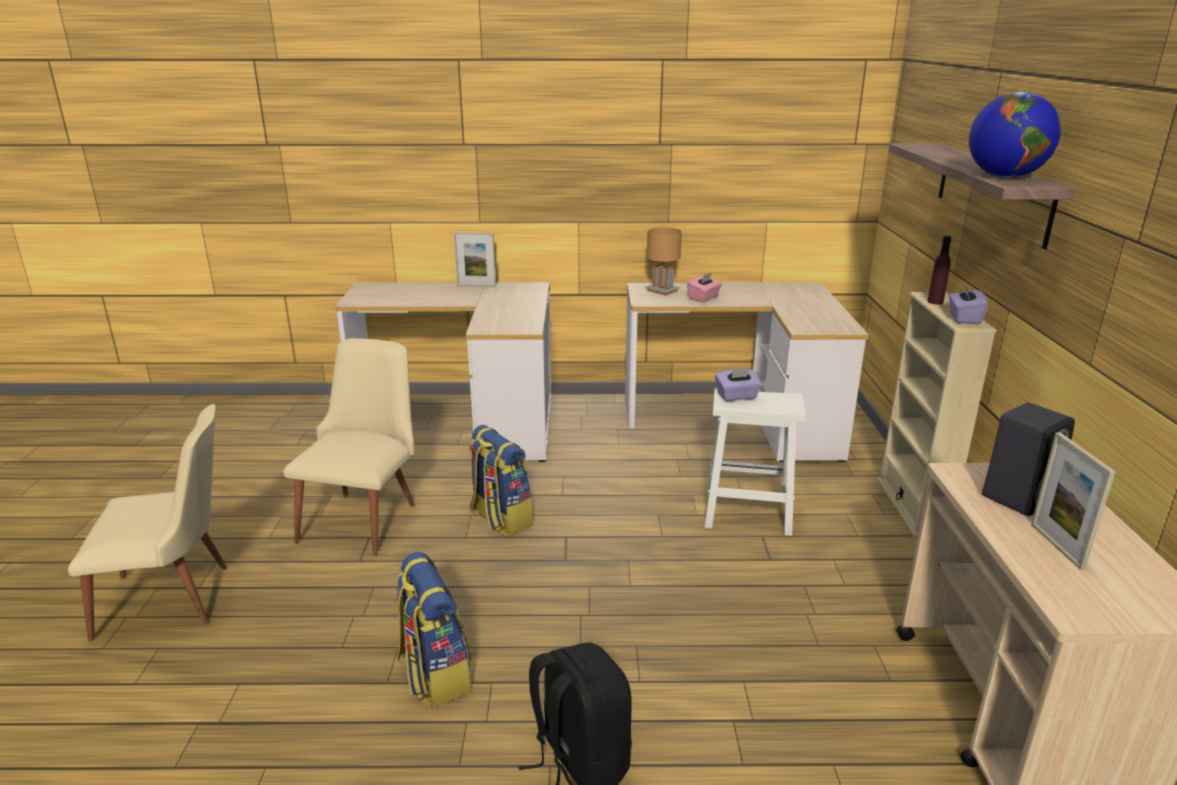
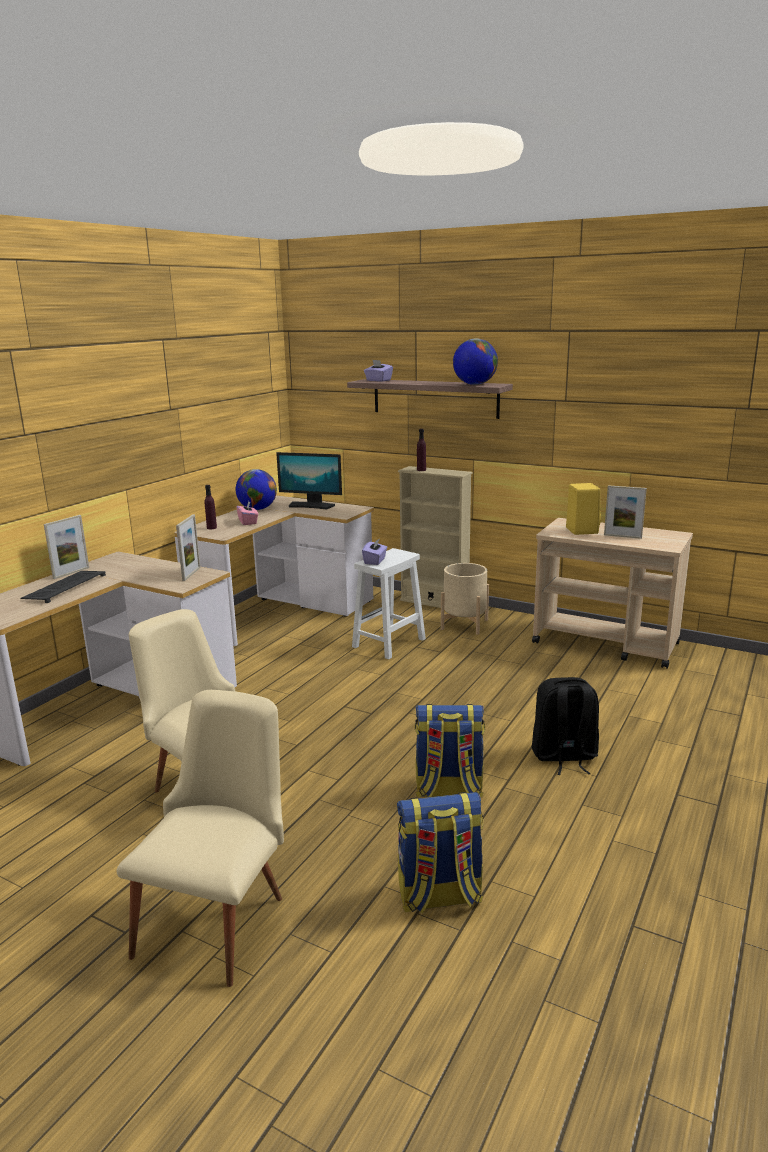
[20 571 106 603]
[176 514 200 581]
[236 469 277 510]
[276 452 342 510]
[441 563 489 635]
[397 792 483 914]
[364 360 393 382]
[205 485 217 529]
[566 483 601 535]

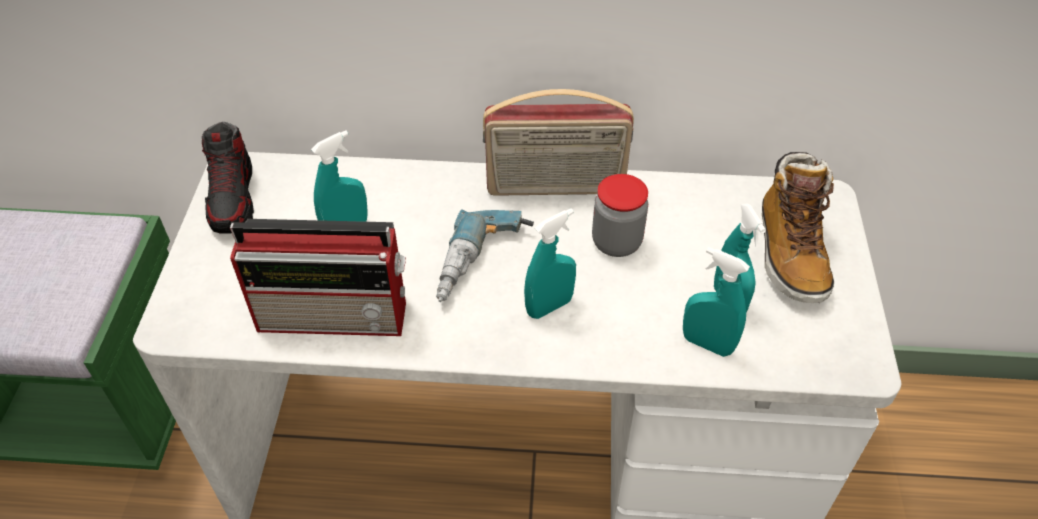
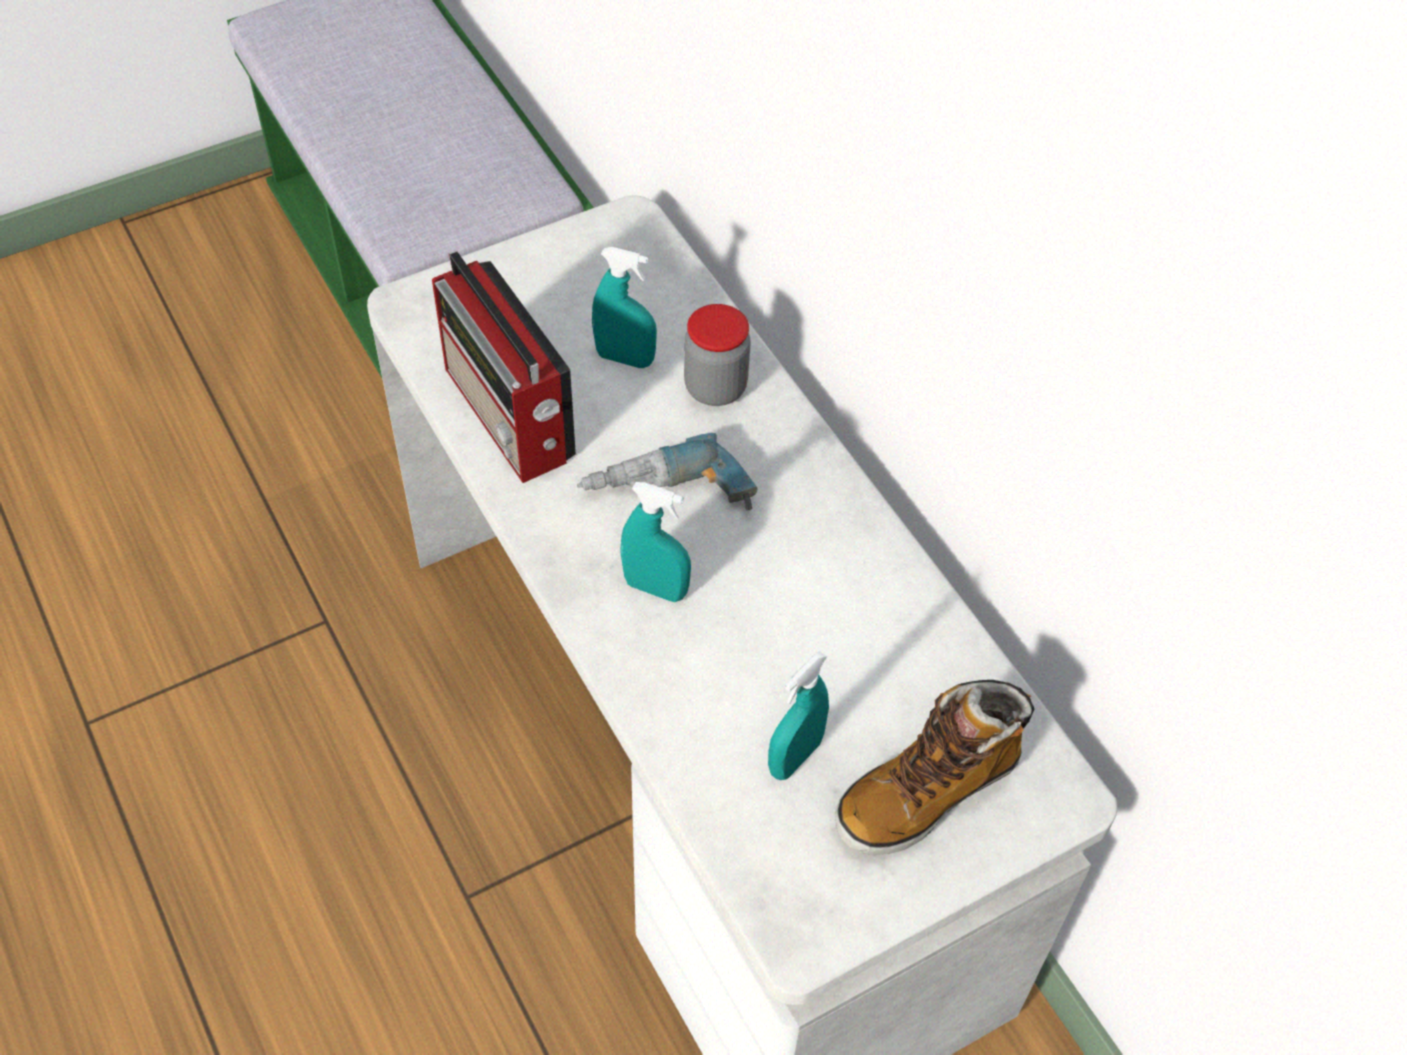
[202 122 254 234] (first image)
[483 89 634 196] (first image)
[683 247 750 357] (first image)
[684 304 751 406]

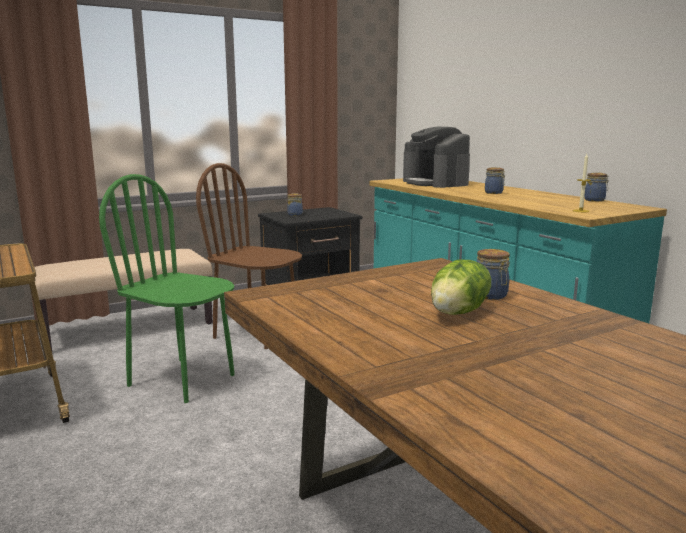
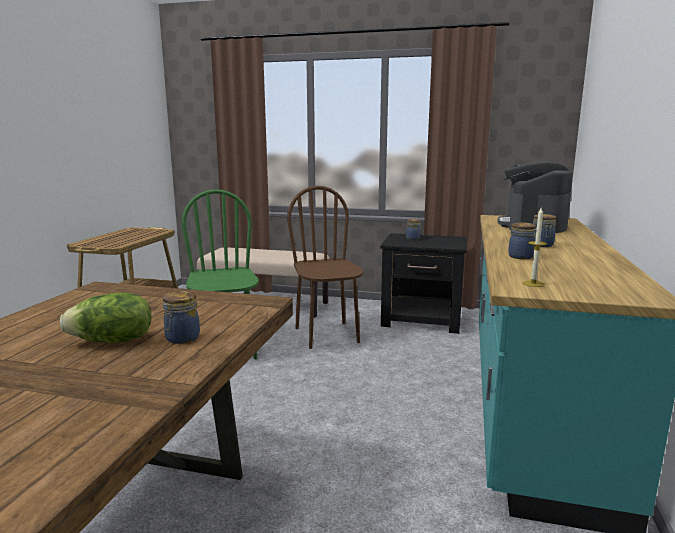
[508 222 537 259]

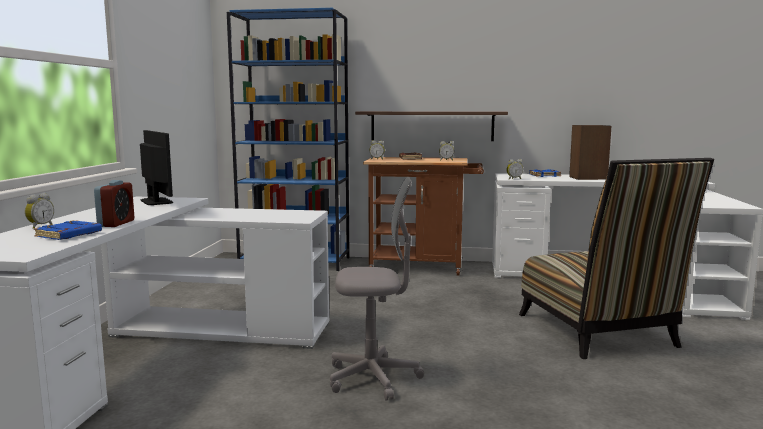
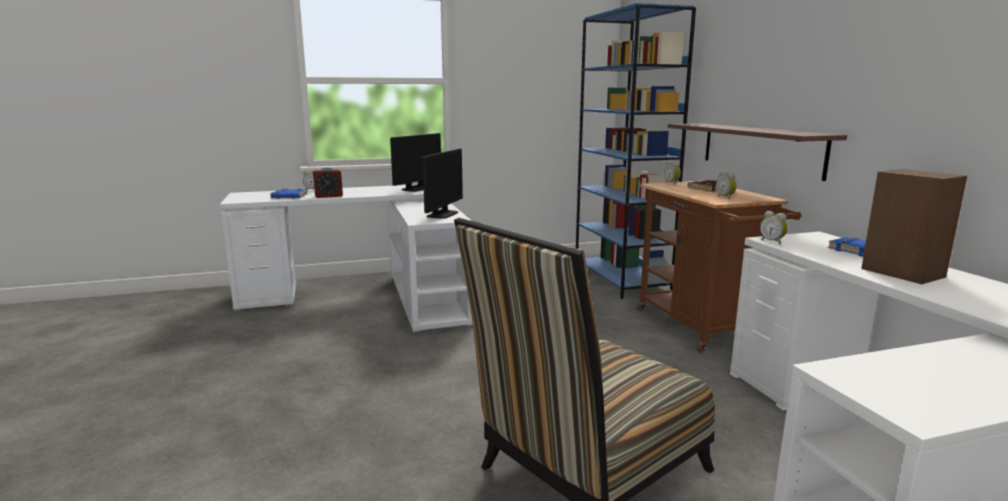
[330 177 424 401] (first image)
[422 149 463 219]

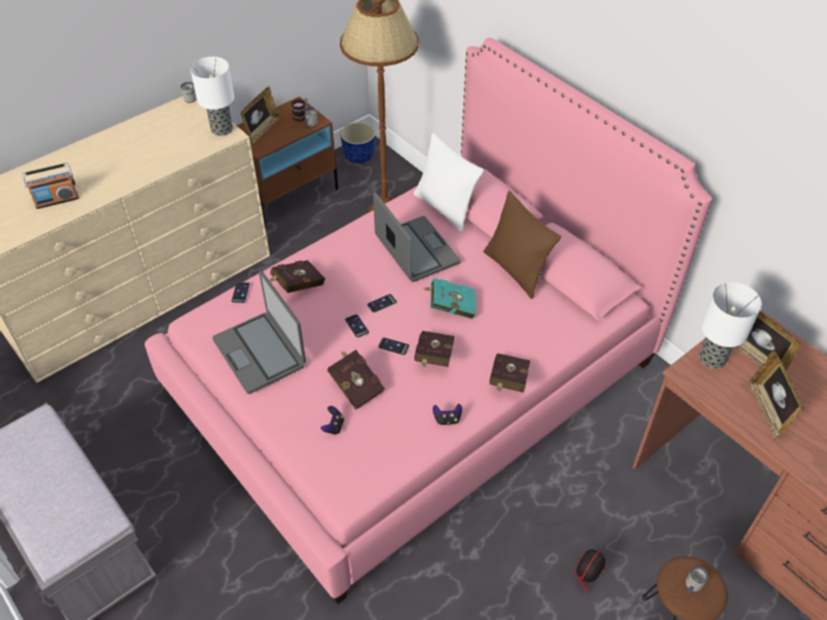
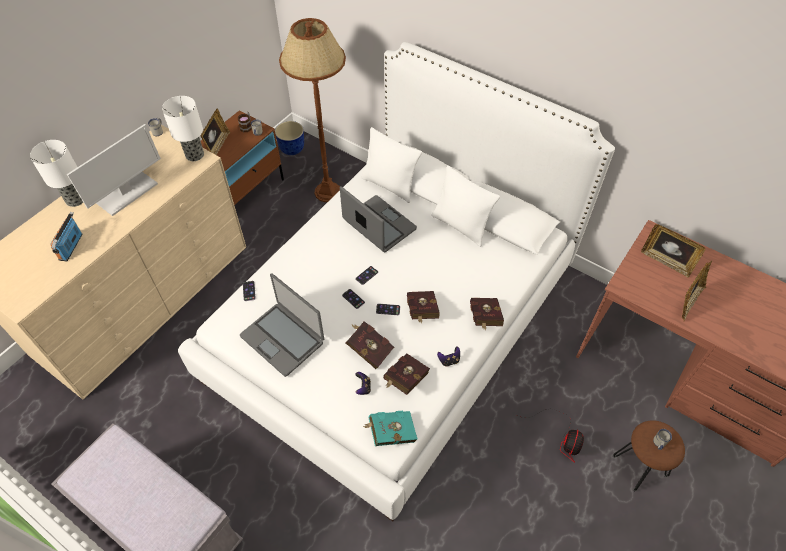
[67 124 161 216]
[383 353 430 395]
[363 411 417 446]
[30 140 83 207]
[178 42 615 521]
[431 165 500 247]
[50 212 83 261]
[682 261 712 322]

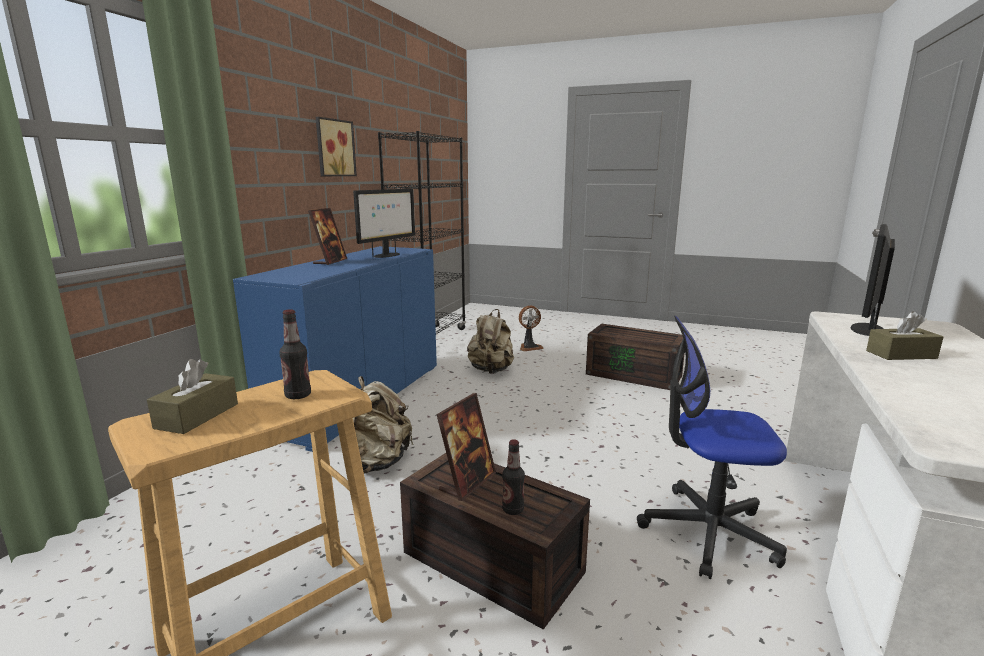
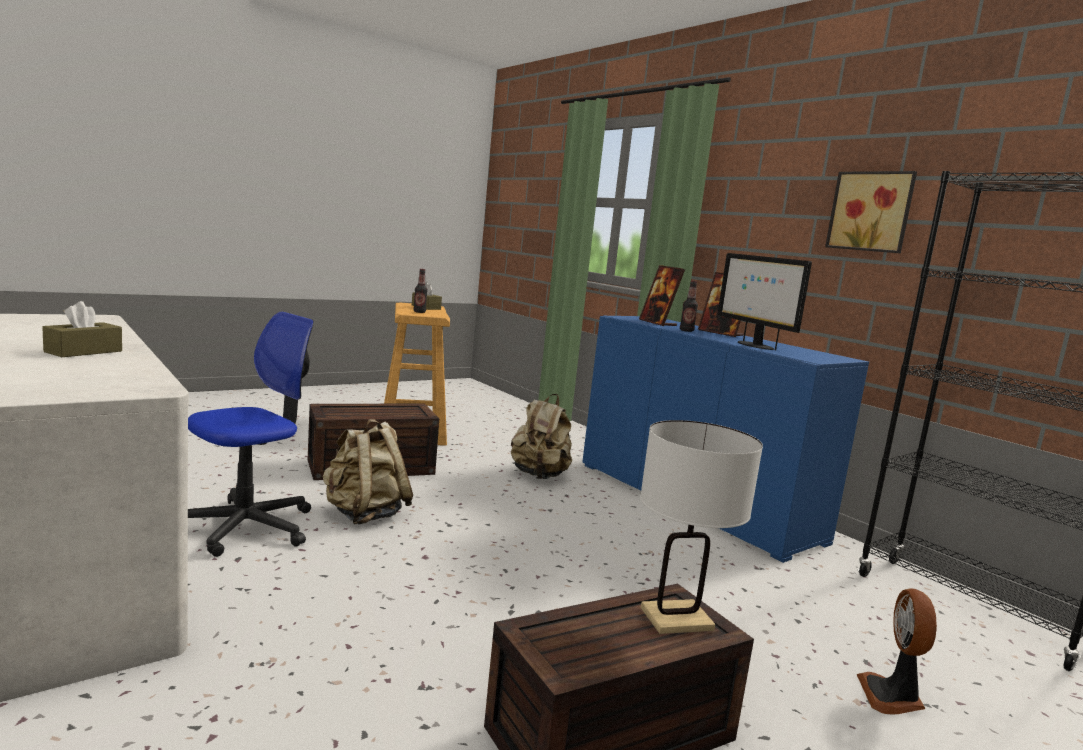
[851 224 895 336] (first image)
[640 420 763 634]
[639 265 685 326]
[323 419 413 525]
[680 280 698 332]

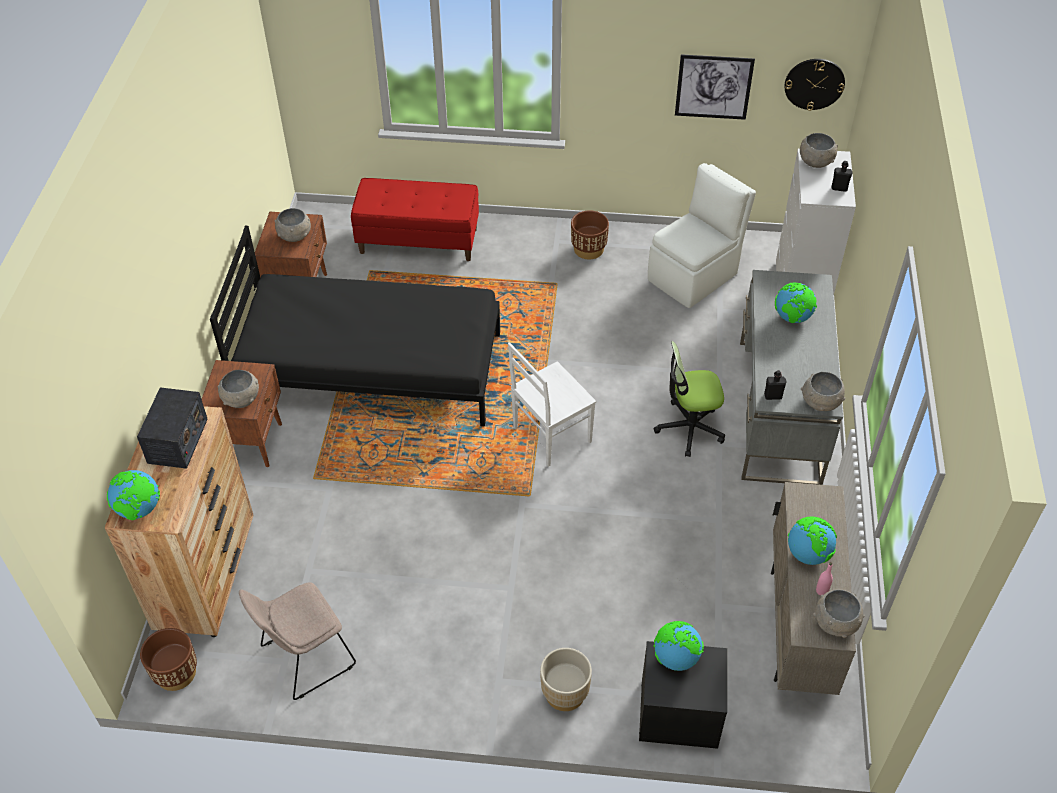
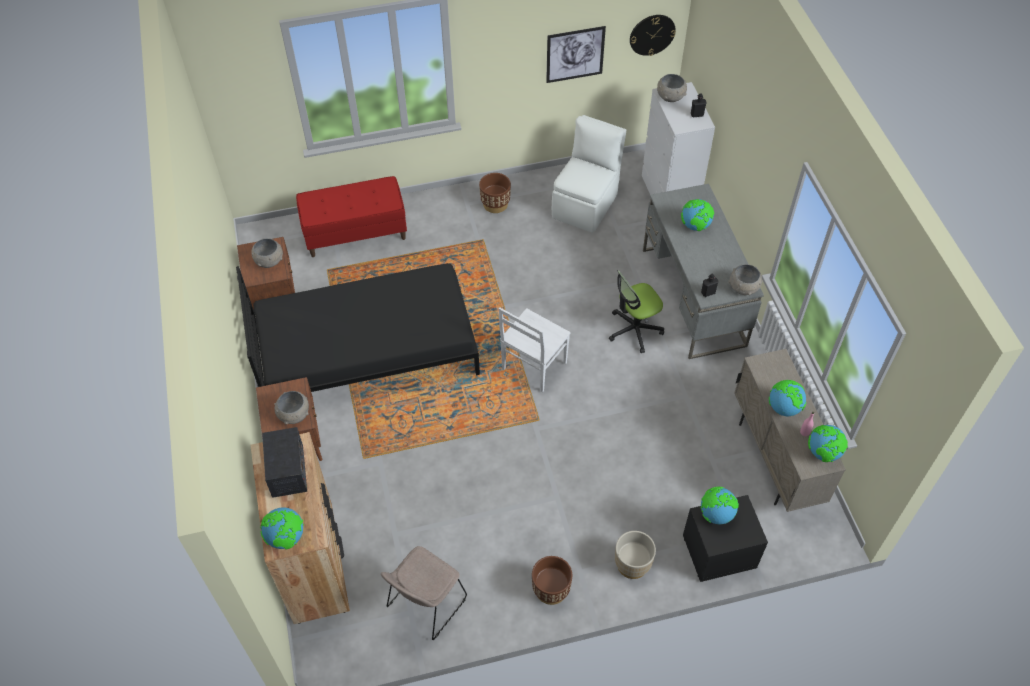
[532 556 572 605]
[808 425 848 462]

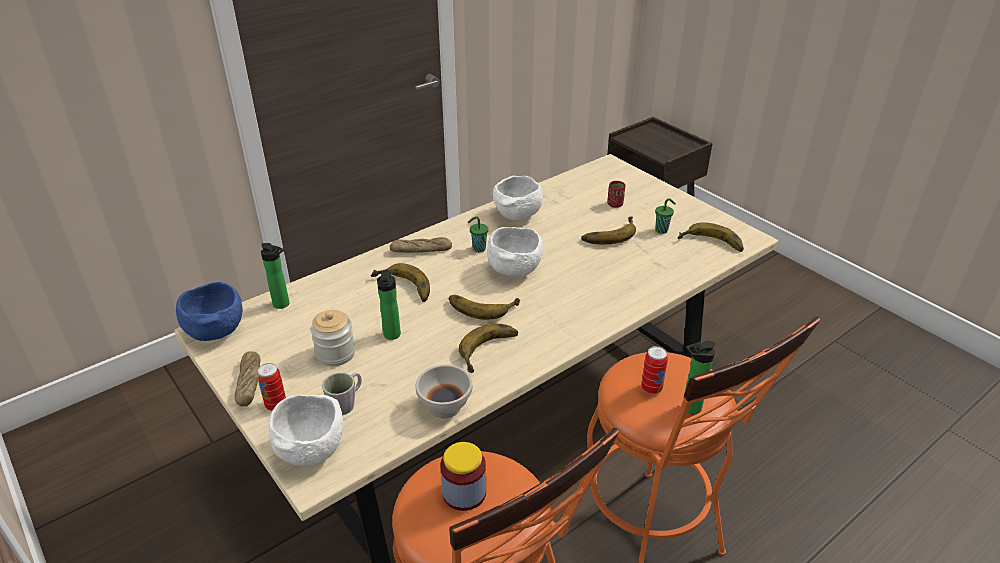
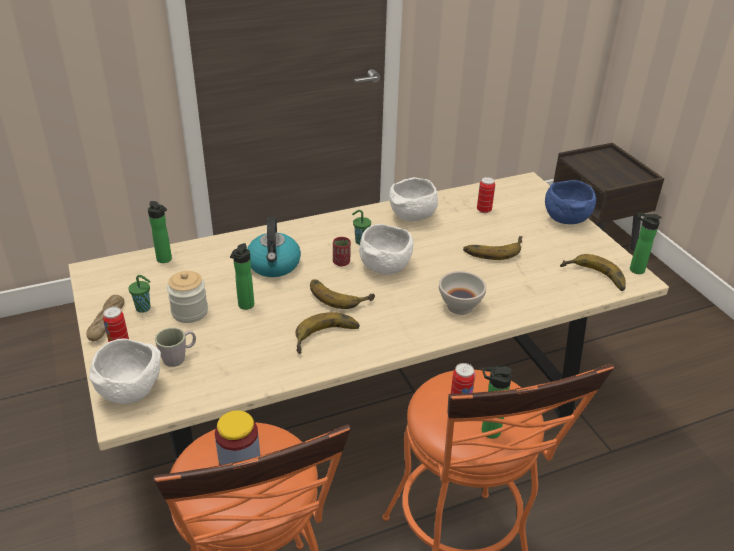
[390 237 452 253] (first image)
[477 177 495 213]
[630 212 662 274]
[545 180 596 224]
[439 271 486 315]
[333 237 351 266]
[128 275 151 313]
[247 217 301 277]

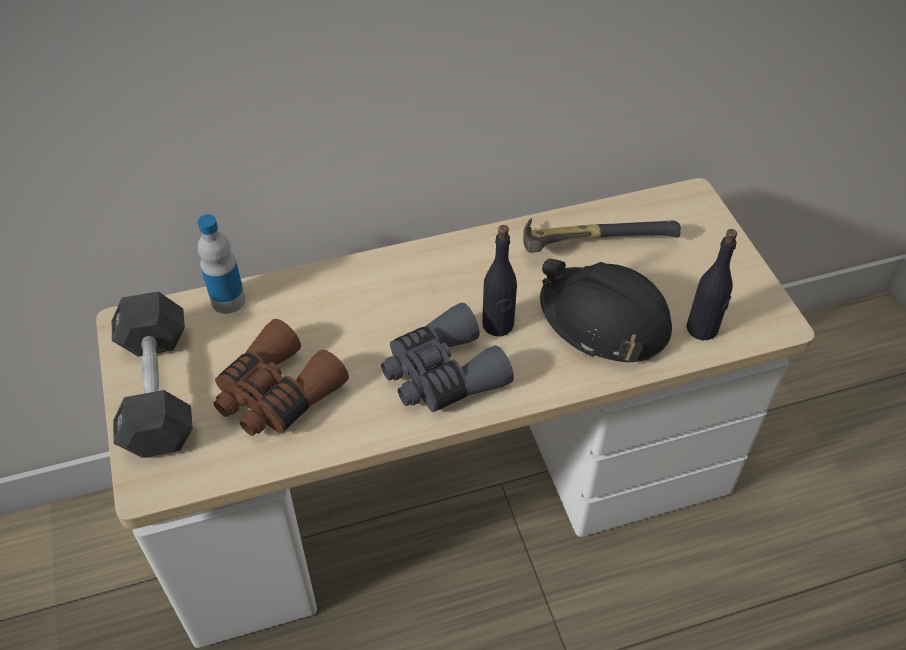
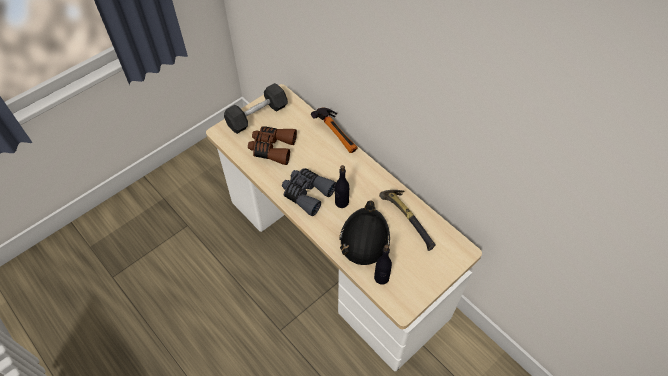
[198 215 245 314] (first image)
[311 107 358 153]

